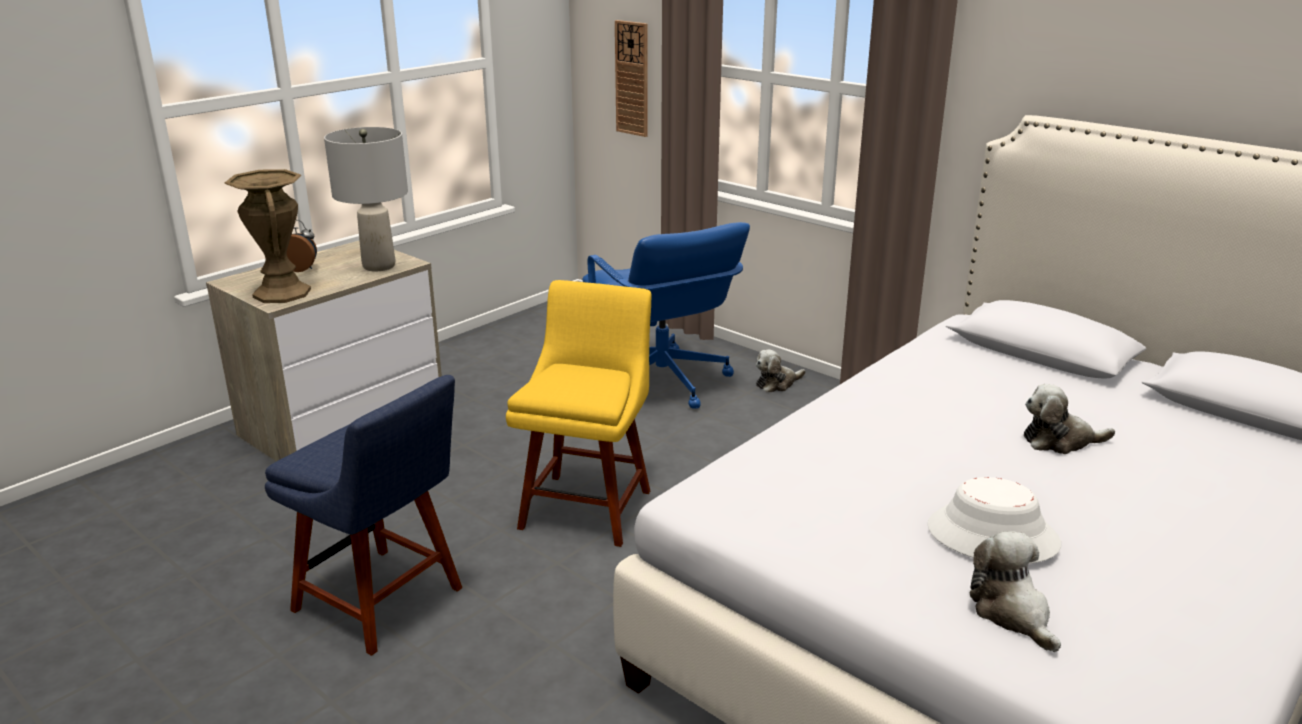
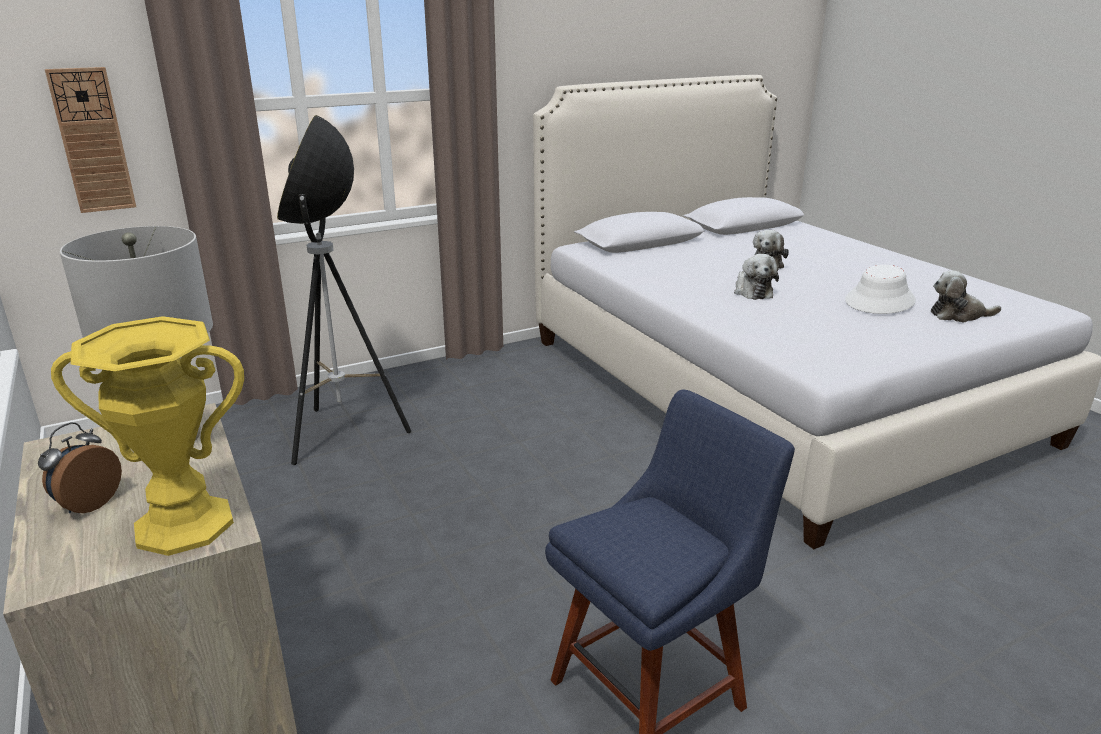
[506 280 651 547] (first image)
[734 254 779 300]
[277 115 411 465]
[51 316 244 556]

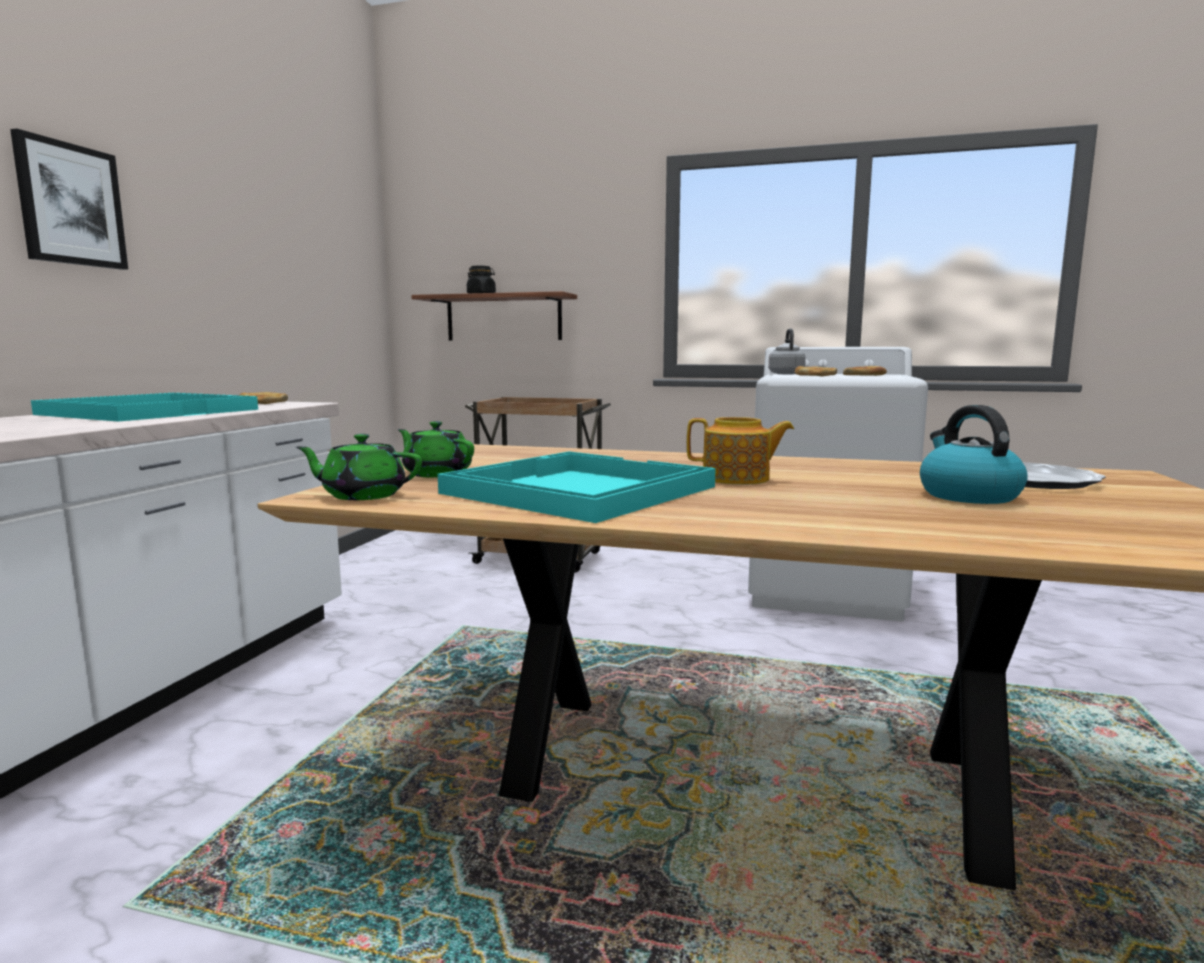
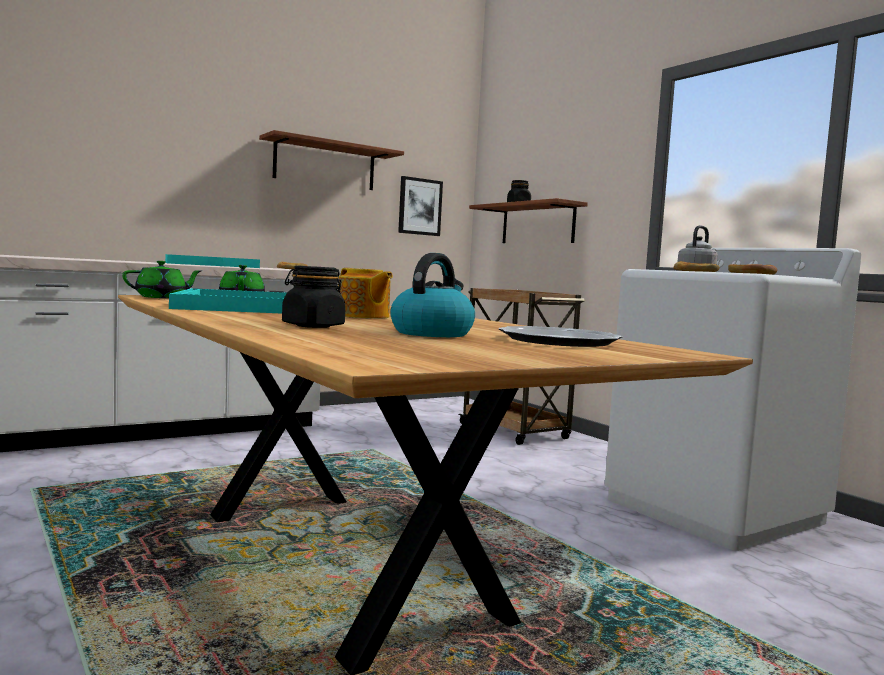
[259 130 404 190]
[282 266 346 328]
[398 176 443 236]
[122 261 202 298]

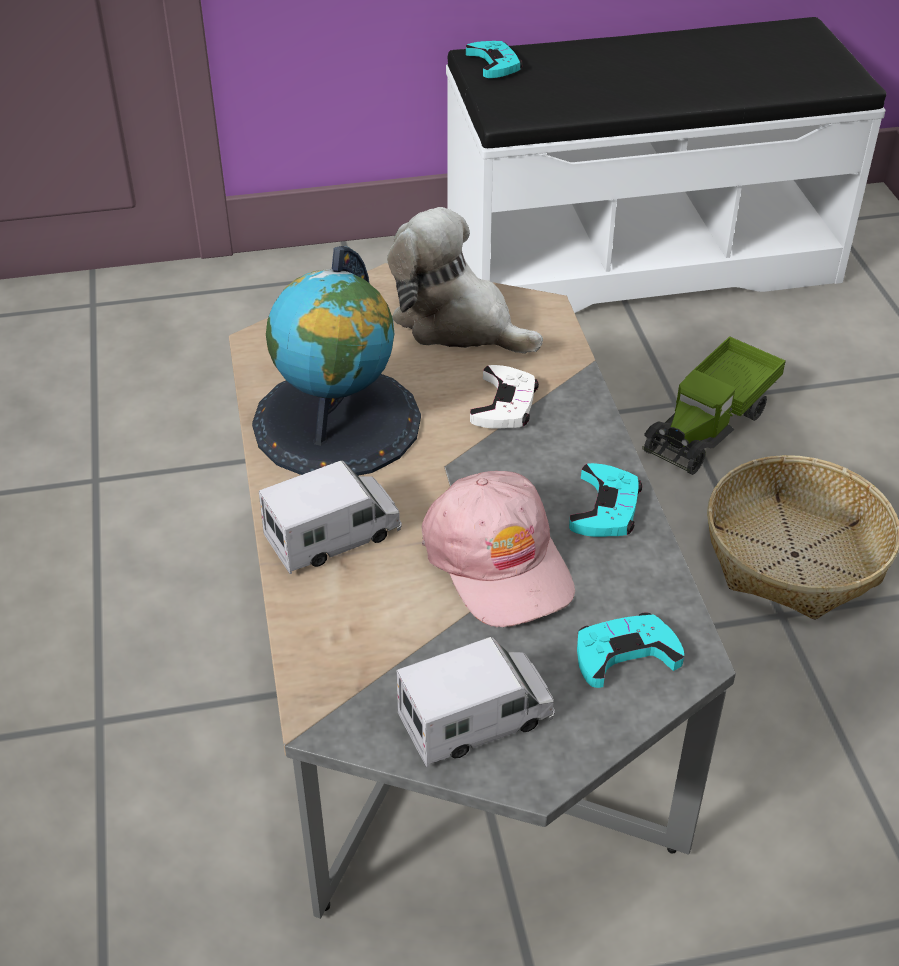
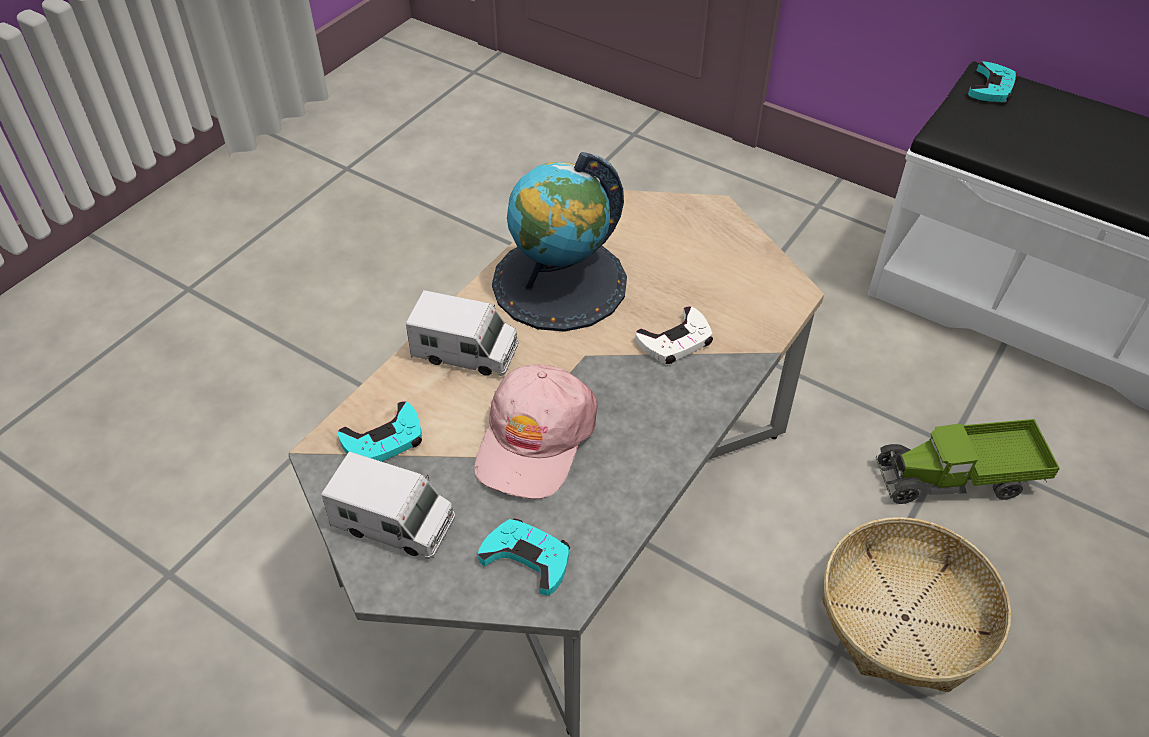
[387 207 543 354] (first image)
[338 401 422 462]

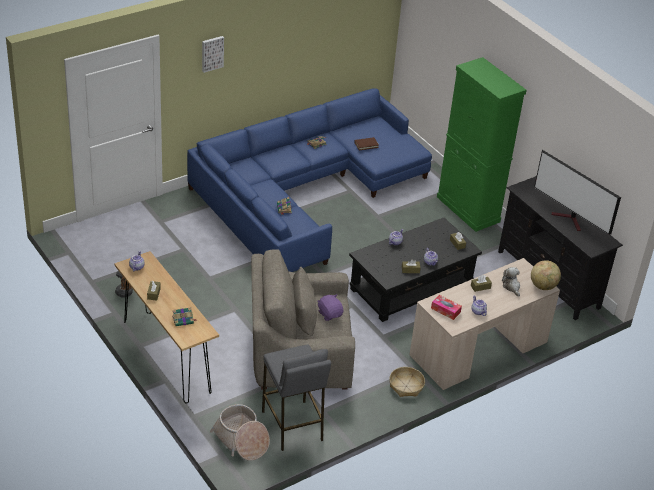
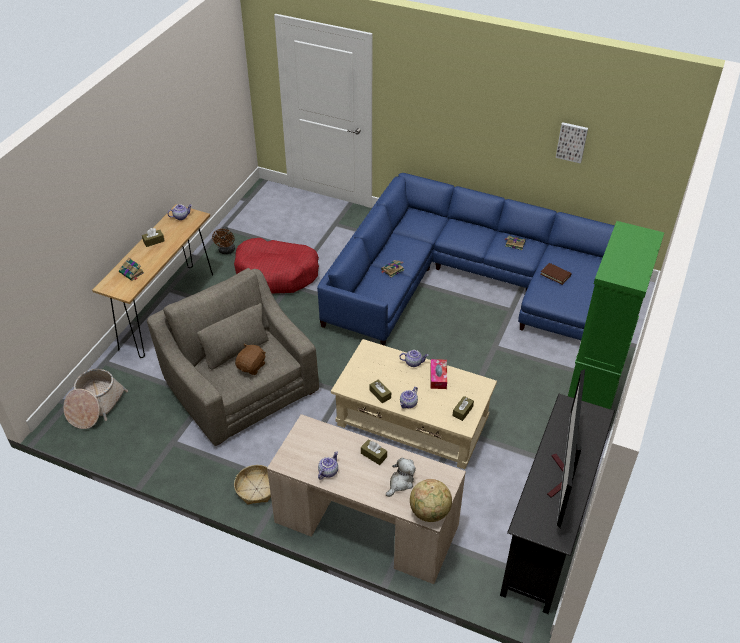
[262 344 331 451] (first image)
[234 238 319 293]
[556 122 588 164]
[430 359 447 389]
[235 344 266 375]
[331 339 497 469]

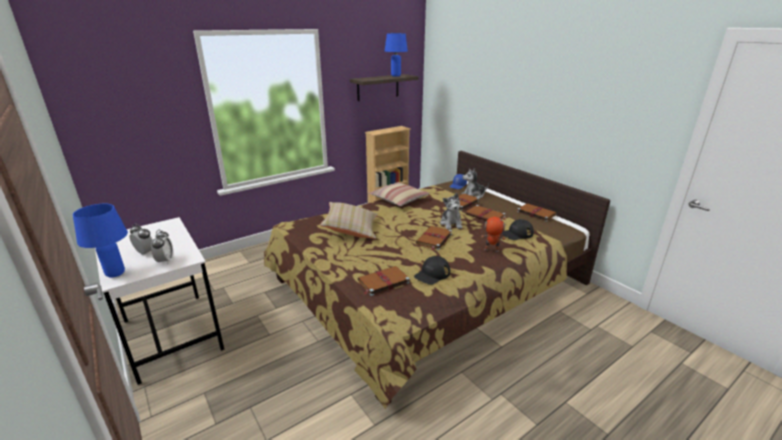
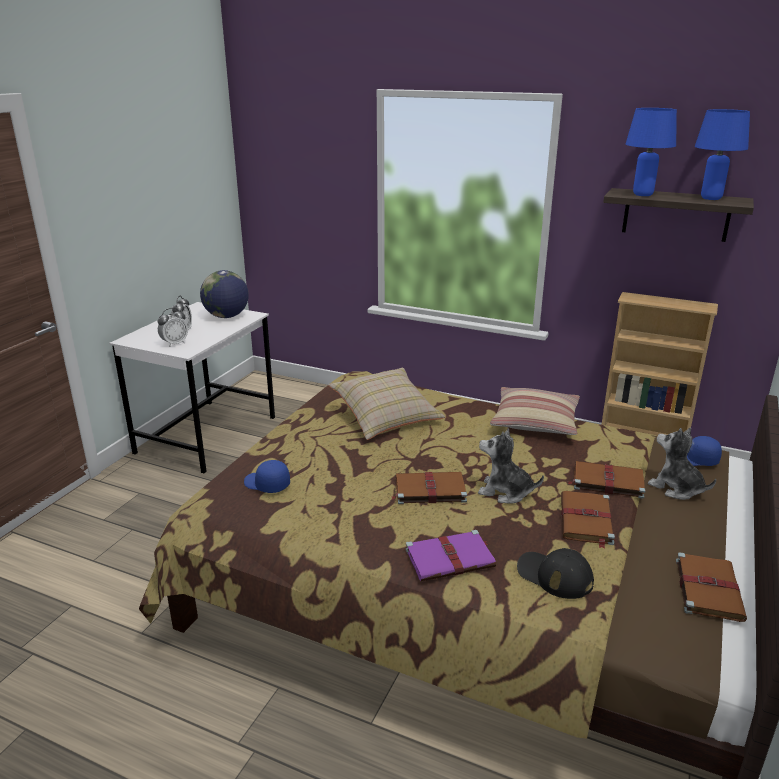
[414 256 450 285] (first image)
[200 270 248 318]
[626 108 677 196]
[244 460 290 493]
[406 530 496 581]
[478 428 544 504]

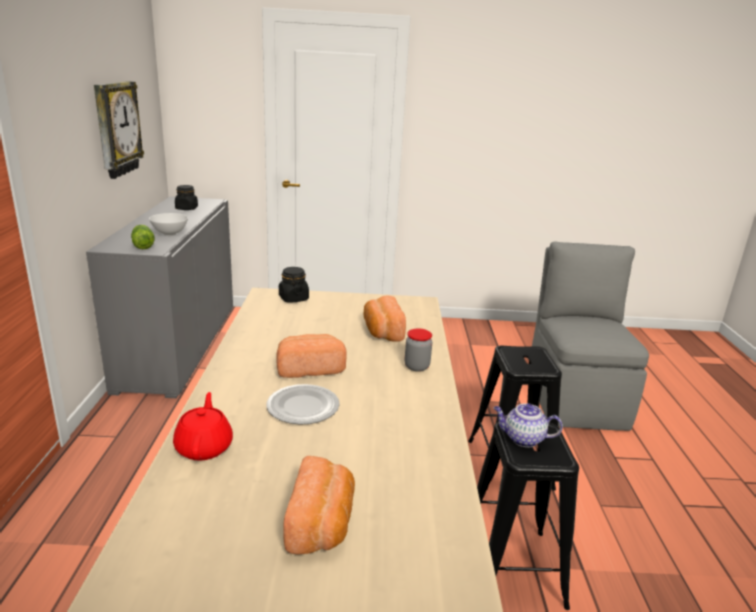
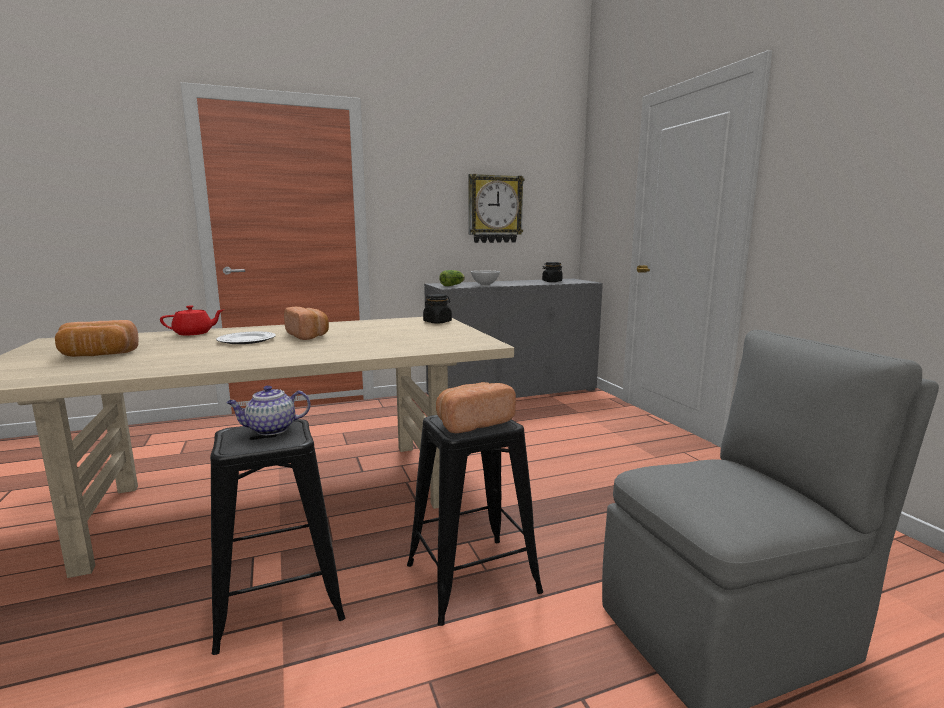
[405 328 432 372] (first image)
[436 382 516 433]
[226 385 310 435]

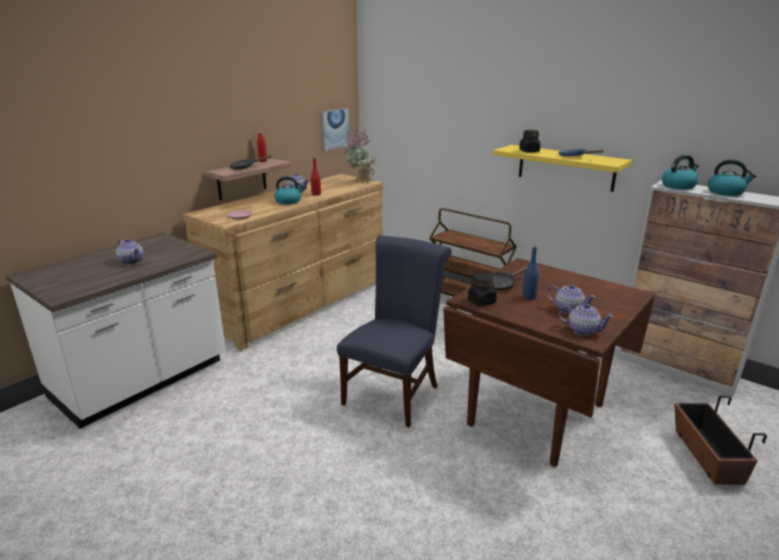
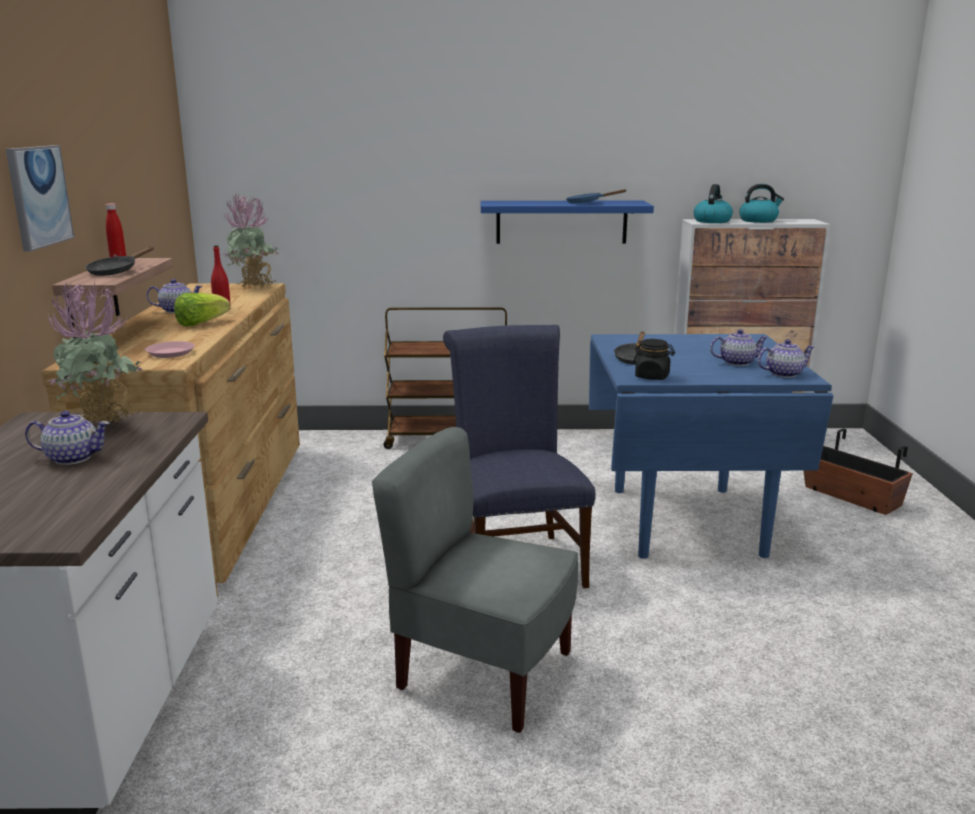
[519 130 541 153] (first image)
[522 247 539 300] (first image)
[48 281 142 425]
[372 427 578 733]
[6 145 74 252]
[174 293 230 327]
[589 334 834 559]
[481 201 654 244]

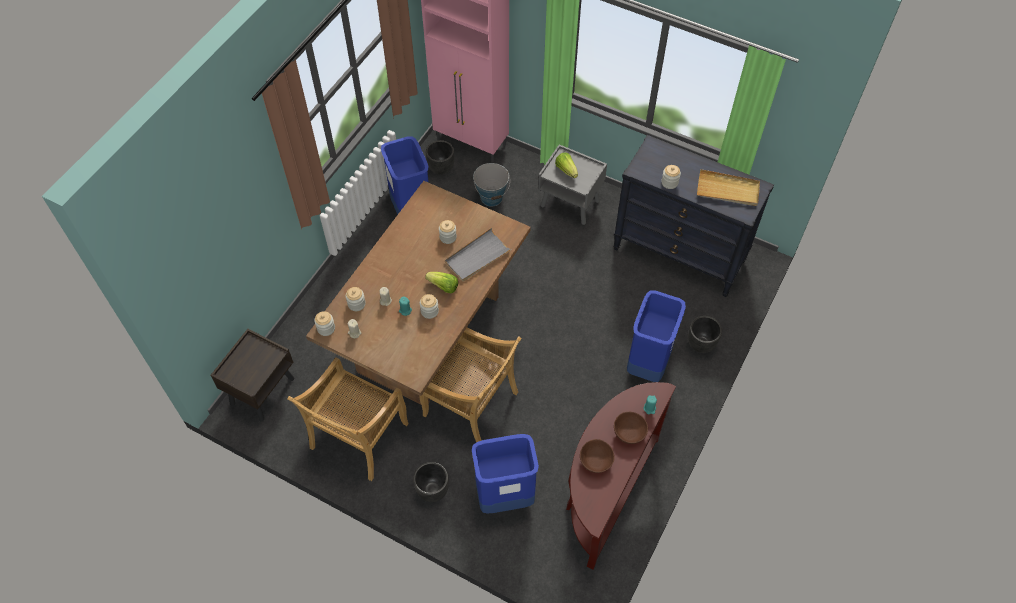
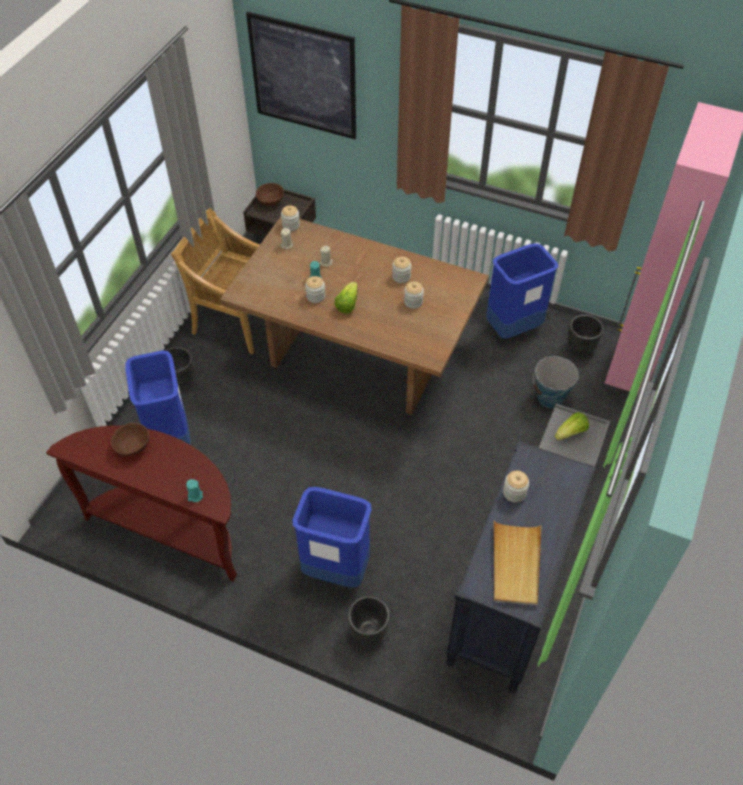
[419 327 522 443] (first image)
[445 228 512 282] (first image)
[246 12 356 139]
[392 257 411 283]
[256 183 284 206]

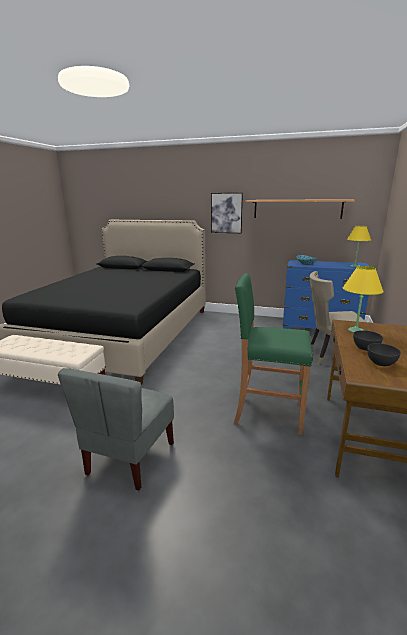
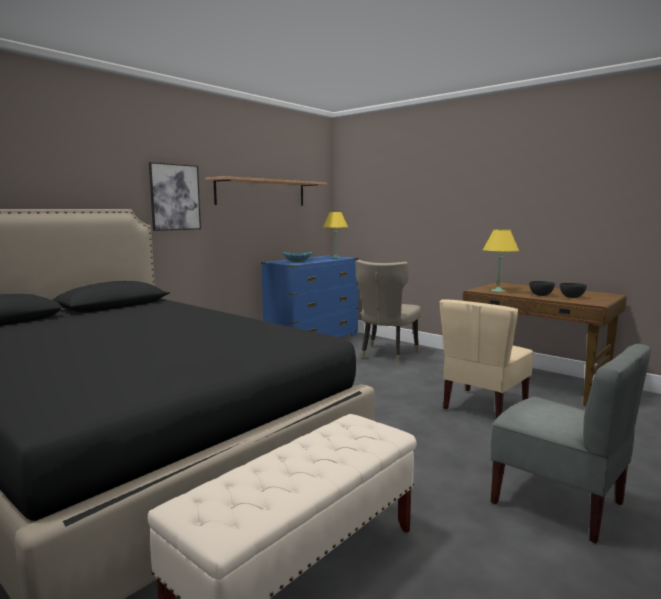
[440 299 533 418]

